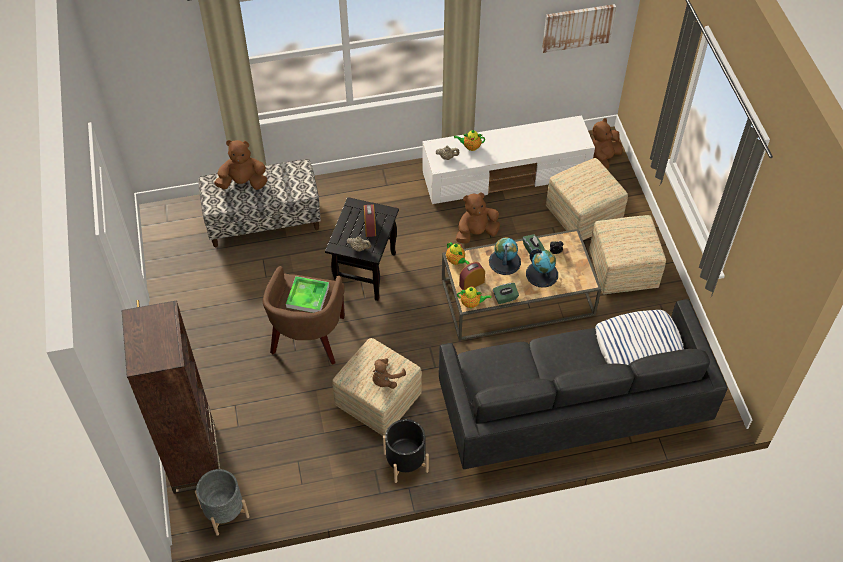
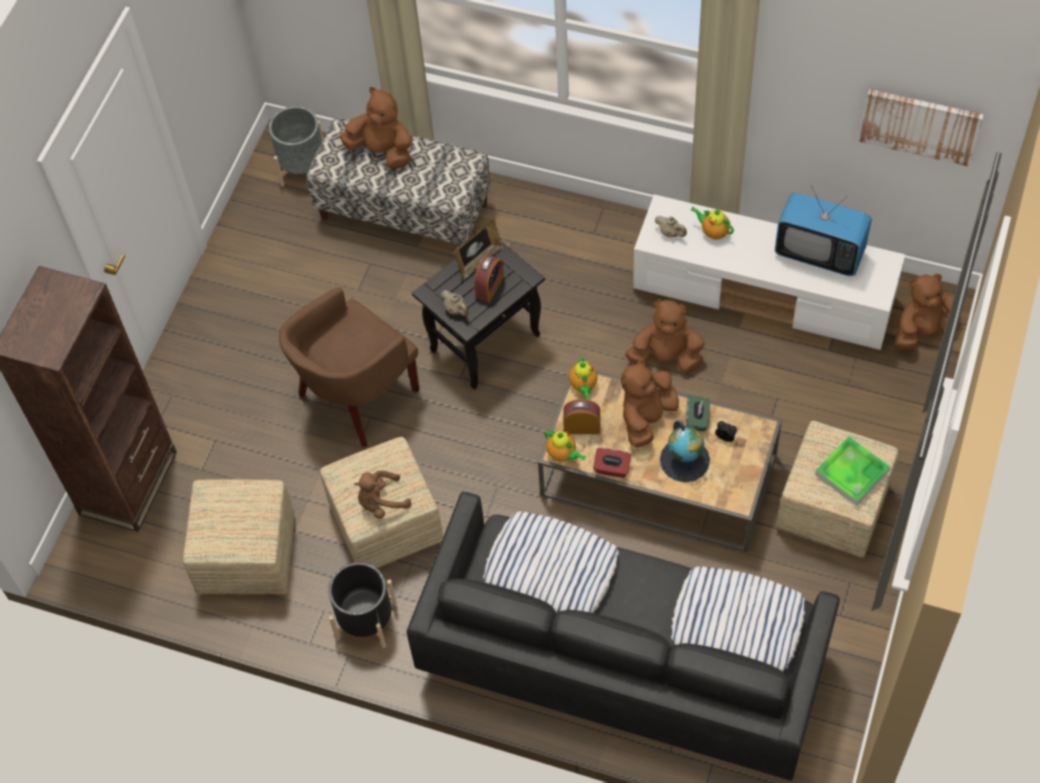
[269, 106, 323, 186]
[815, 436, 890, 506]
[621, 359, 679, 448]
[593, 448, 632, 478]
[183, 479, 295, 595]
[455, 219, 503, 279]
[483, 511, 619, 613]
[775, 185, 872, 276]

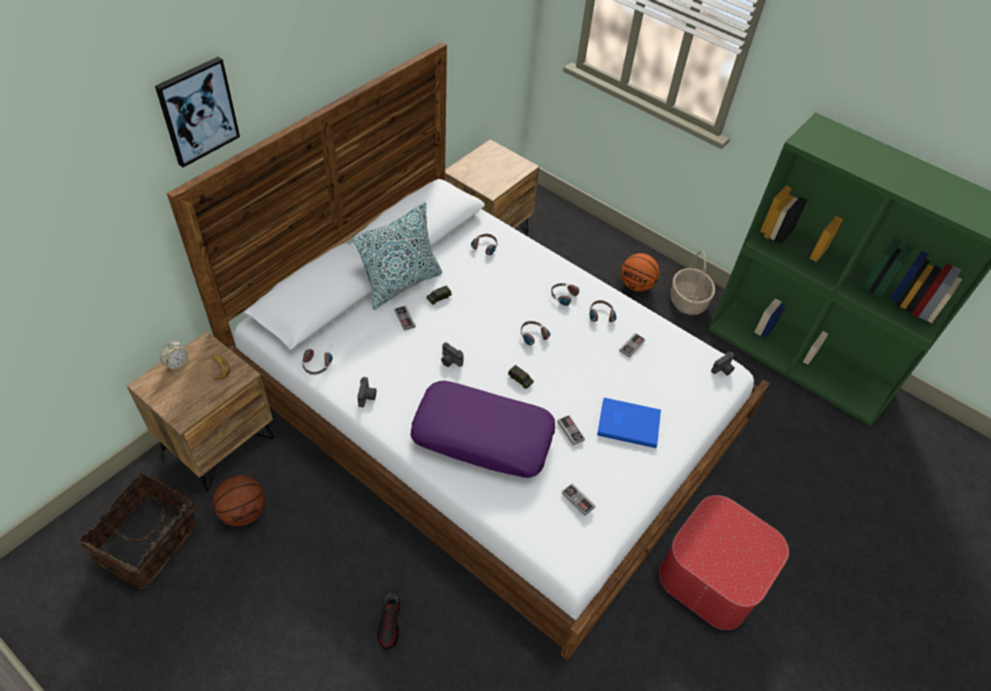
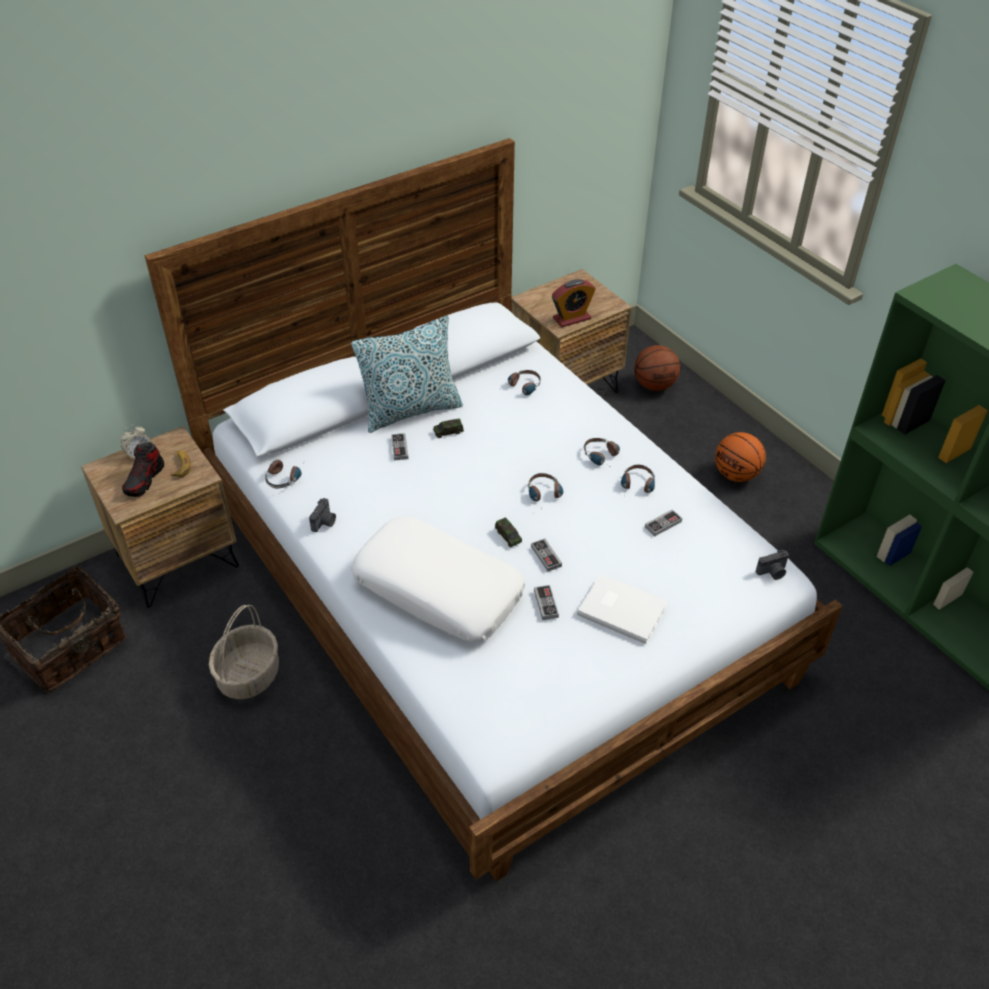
[155, 57, 240, 167] (first image)
[634, 345, 680, 391]
[122, 442, 164, 497]
[351, 516, 525, 642]
[441, 342, 464, 367] (first image)
[531, 538, 562, 571]
[577, 574, 668, 644]
[659, 495, 789, 630] (first image)
[209, 605, 279, 699]
[552, 279, 596, 327]

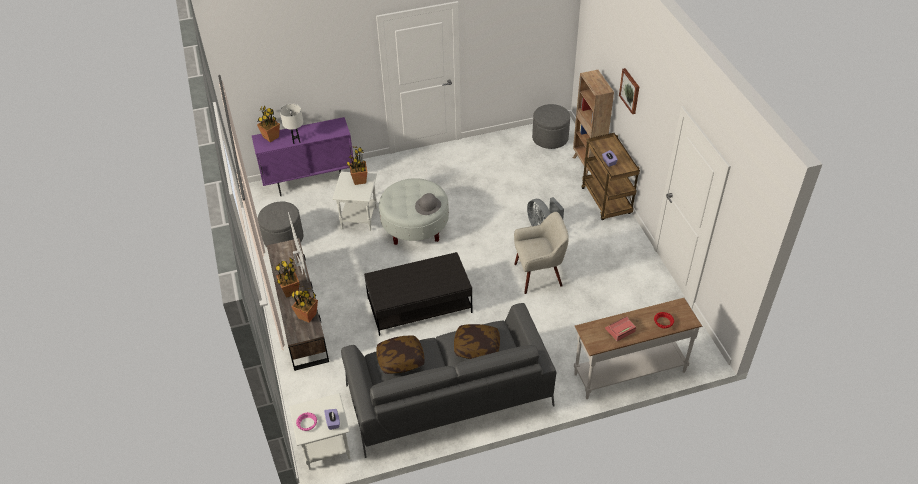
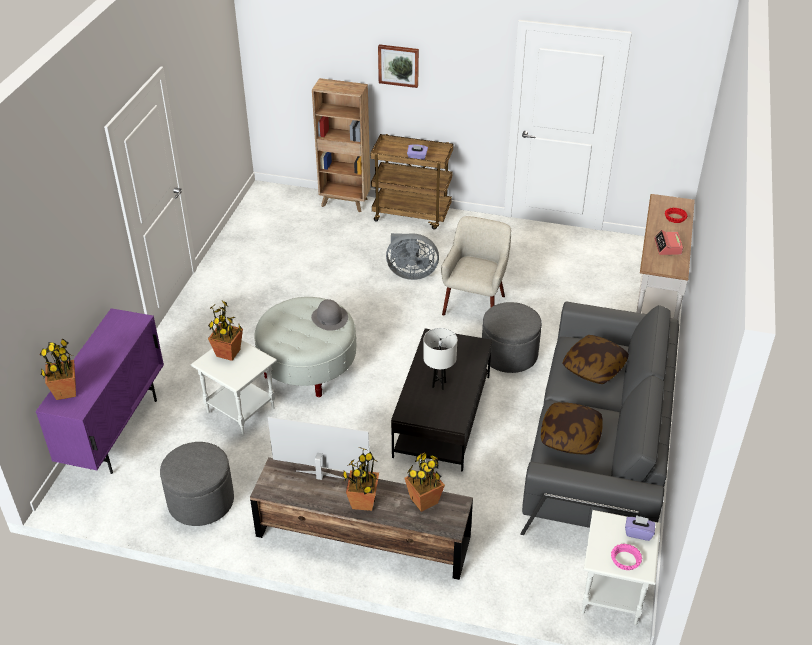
[423, 328, 457, 390]
[482, 302, 542, 373]

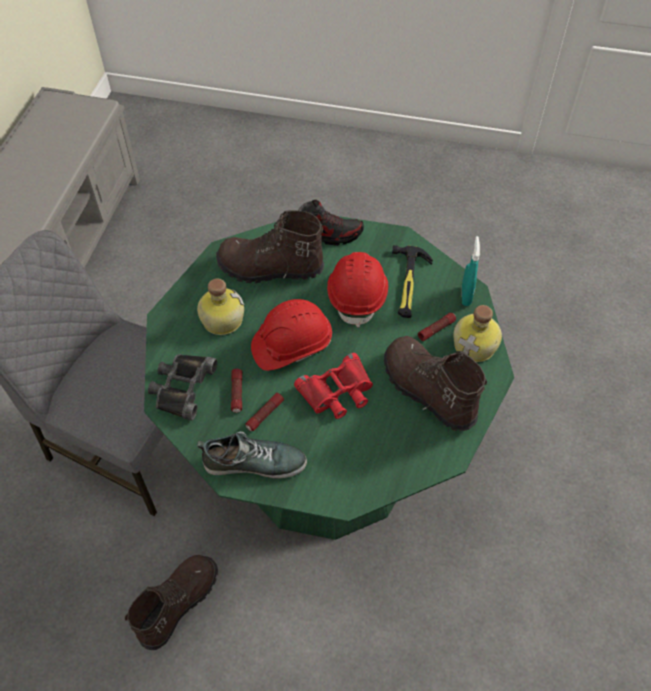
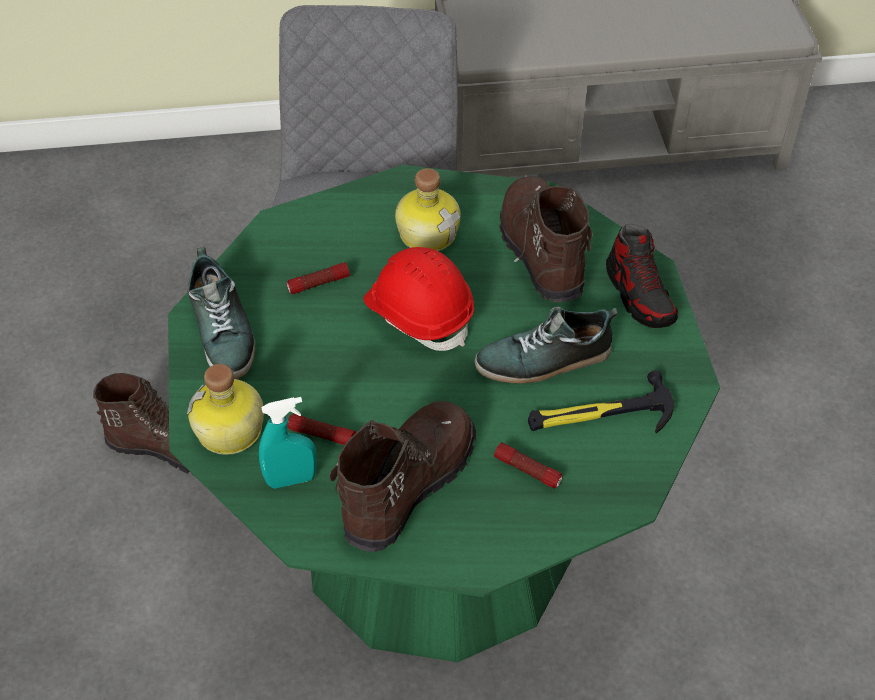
[148, 354, 217, 421] (first image)
[287, 414, 356, 445]
[294, 353, 373, 419] (first image)
[474, 307, 617, 384]
[187, 364, 264, 455]
[259, 397, 317, 489]

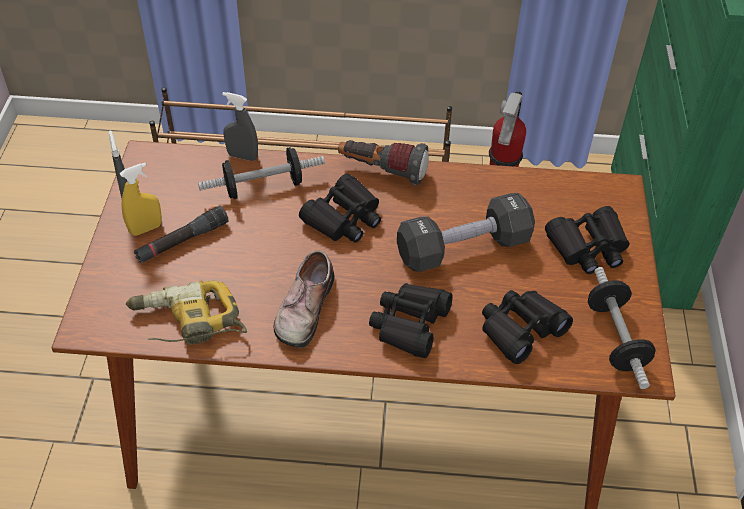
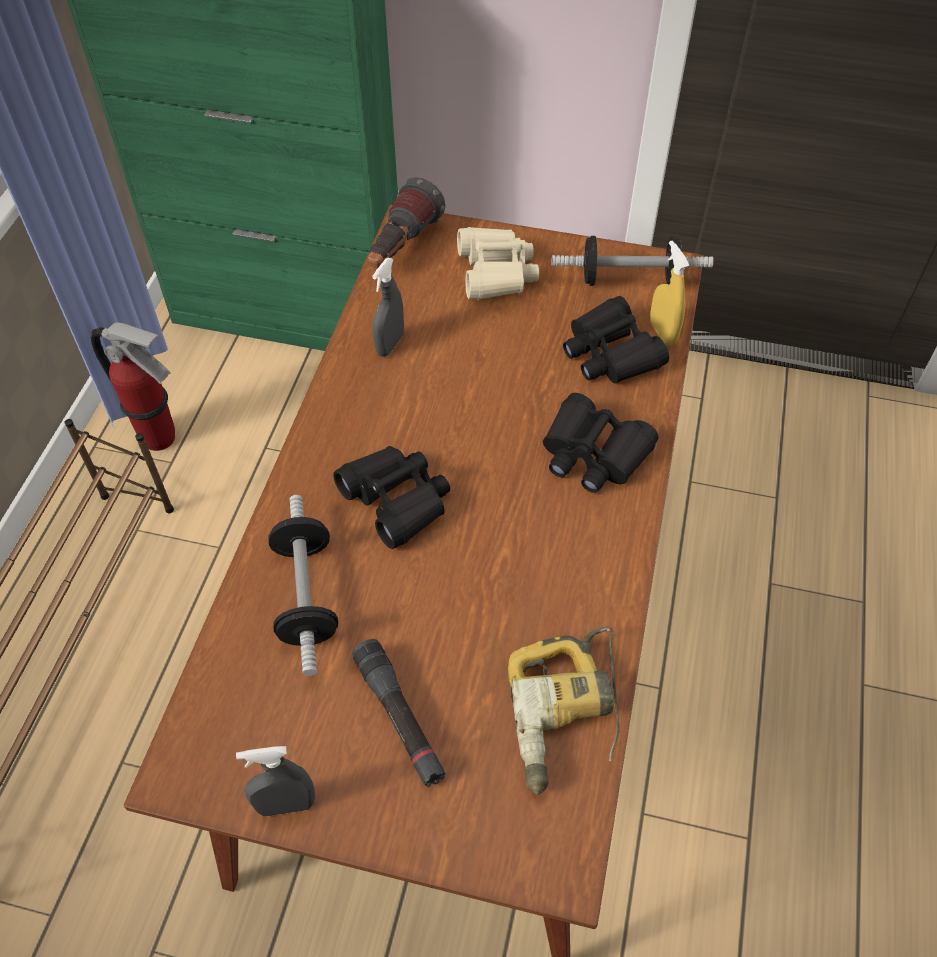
[650, 241, 689, 346]
[372, 258, 404, 357]
[274, 250, 335, 348] (first image)
[368, 177, 446, 268]
[397, 193, 535, 272] (first image)
[457, 227, 539, 300]

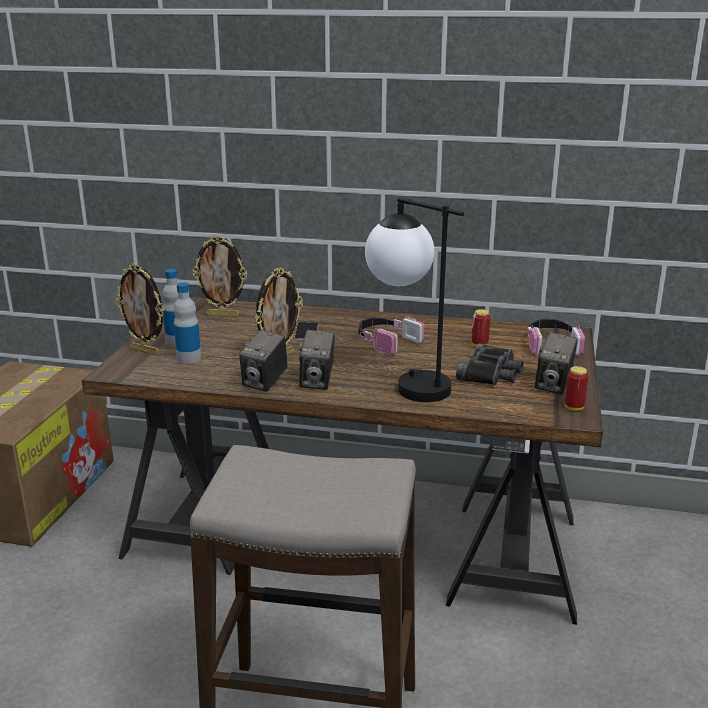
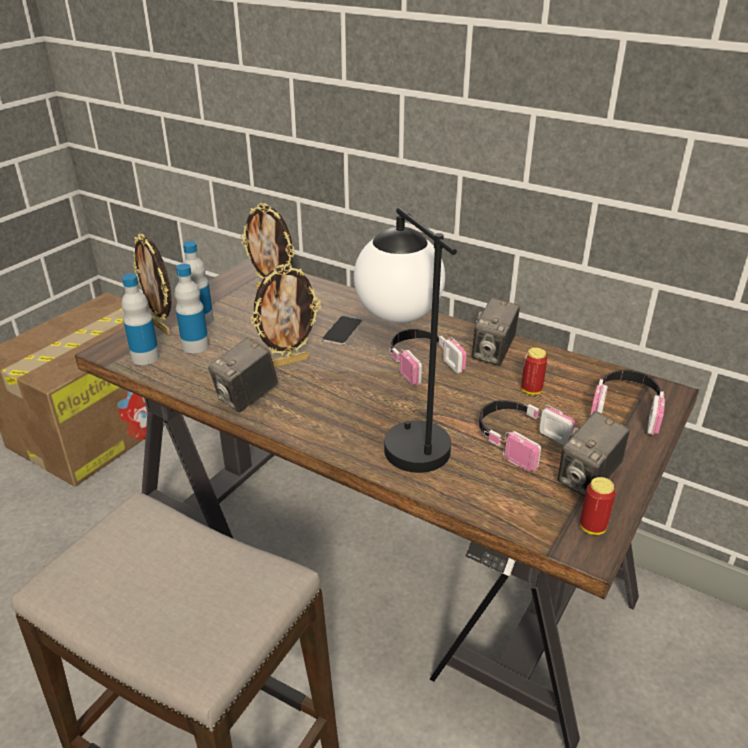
[472, 298, 520, 366]
[479, 400, 575, 471]
[121, 274, 160, 365]

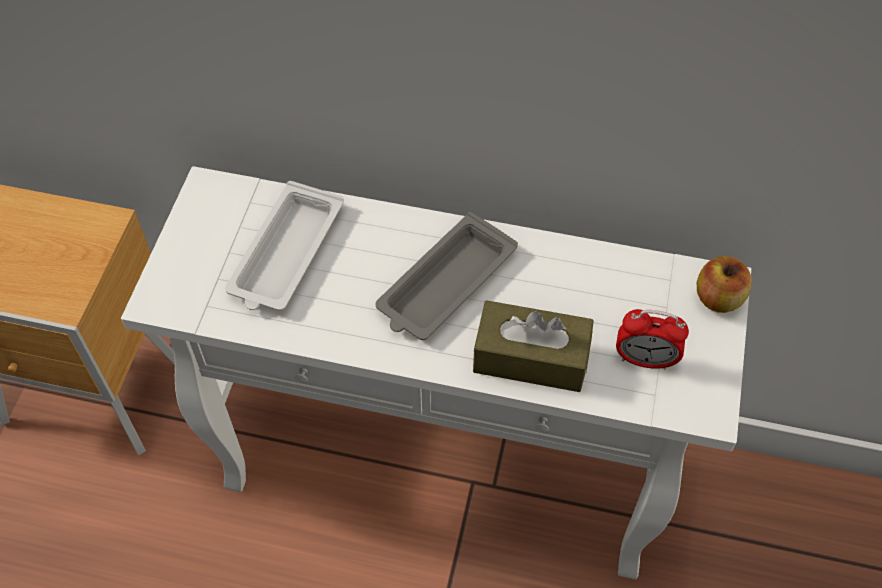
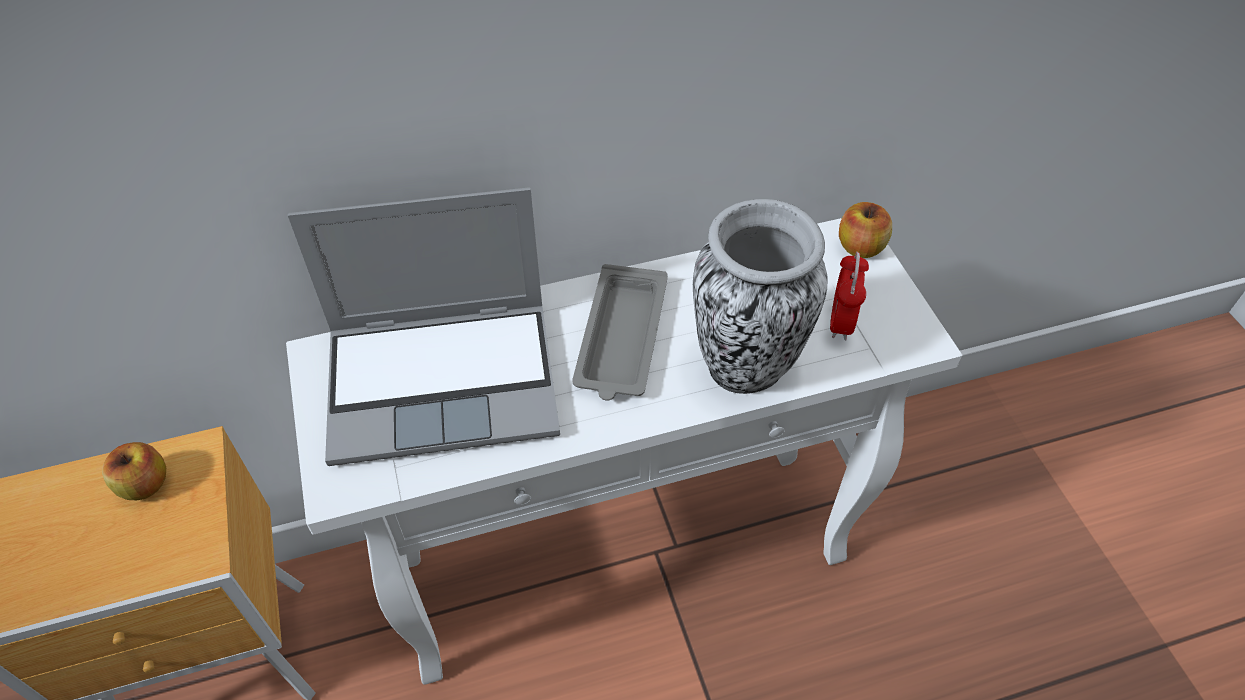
[288, 187, 560, 466]
[693, 199, 827, 394]
[830, 252, 869, 340]
[102, 442, 166, 500]

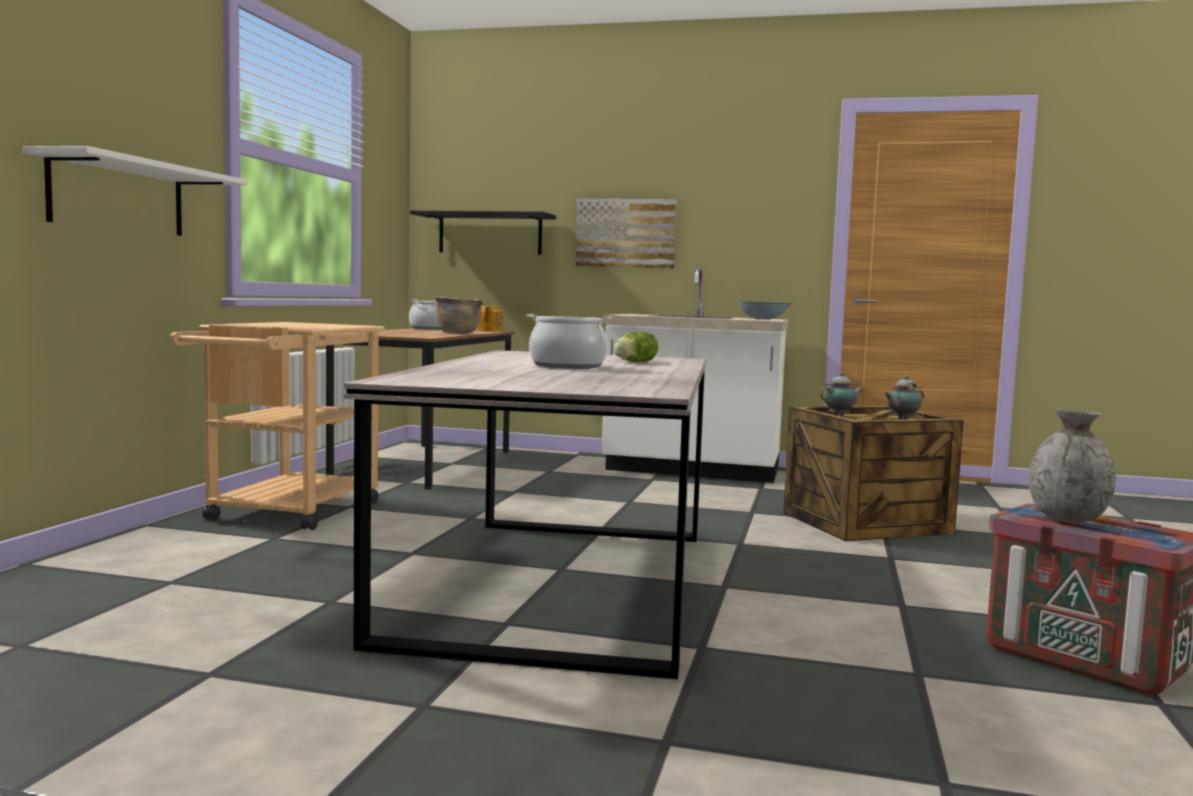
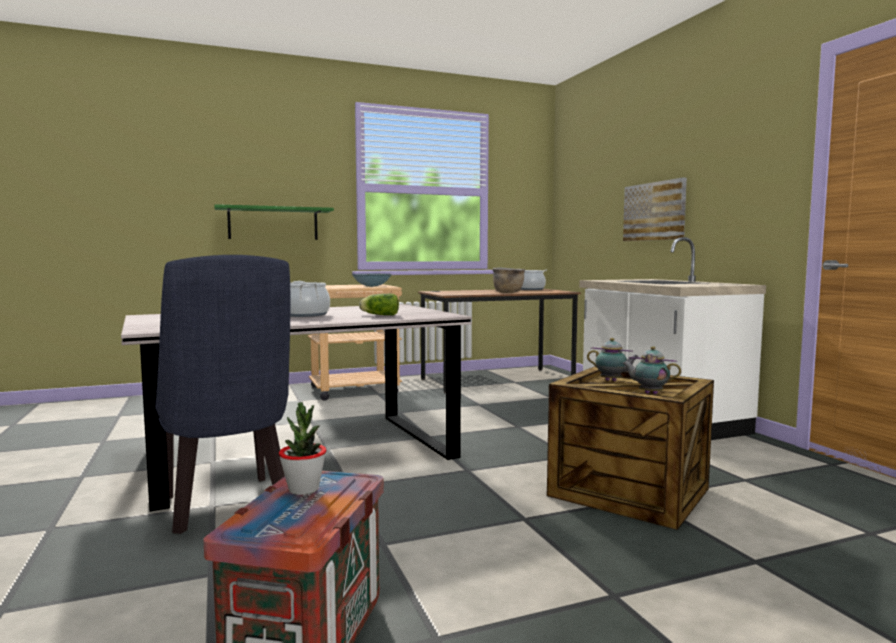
[214, 204, 334, 240]
[410, 210, 556, 255] (first image)
[475, 306, 503, 332] (first image)
[352, 274, 392, 287]
[279, 402, 327, 495]
[155, 255, 290, 534]

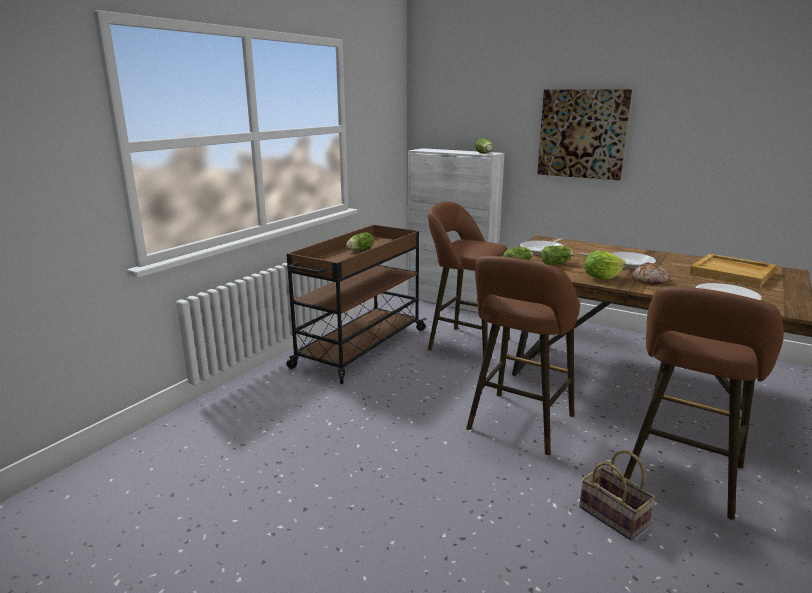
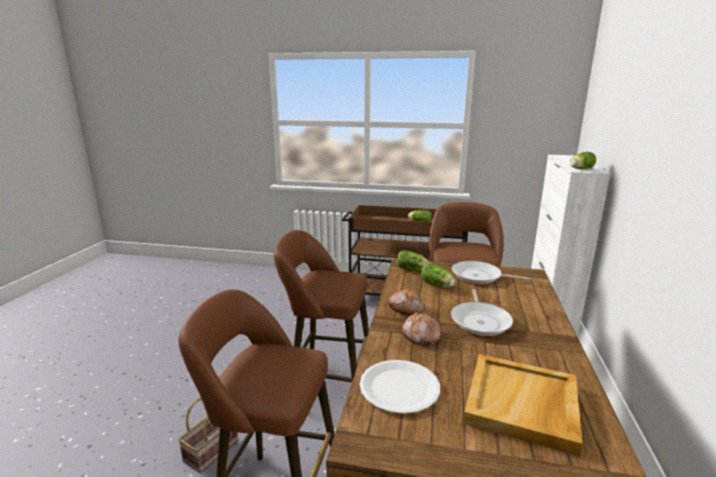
[537, 89, 632, 180] (first image)
[388, 290, 423, 315]

